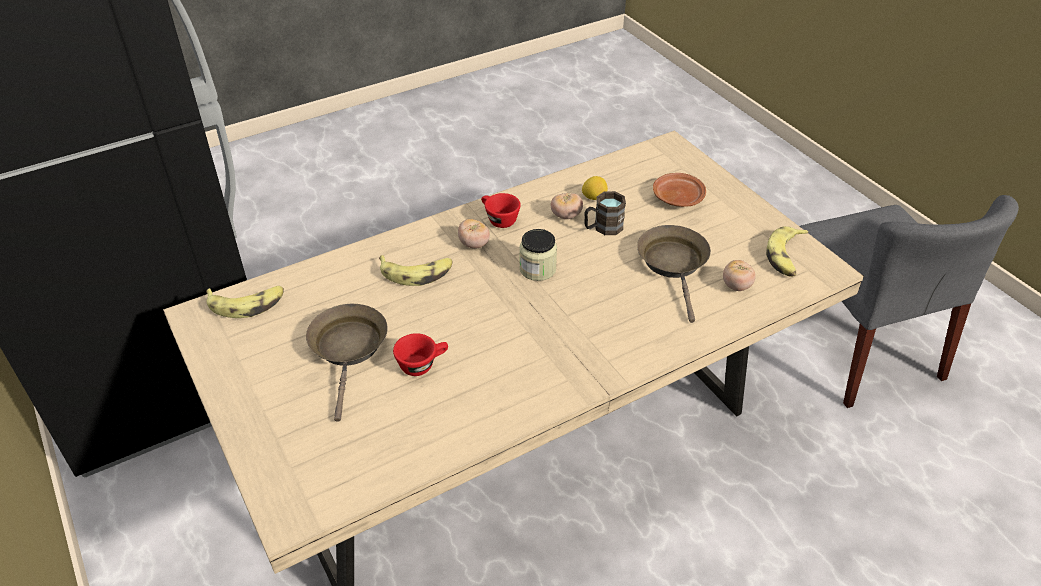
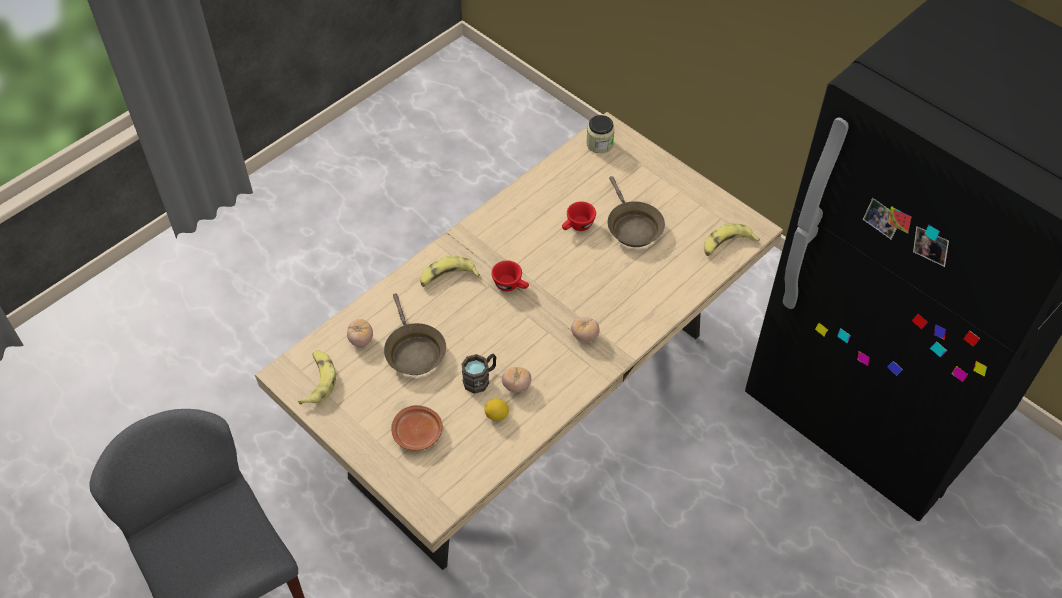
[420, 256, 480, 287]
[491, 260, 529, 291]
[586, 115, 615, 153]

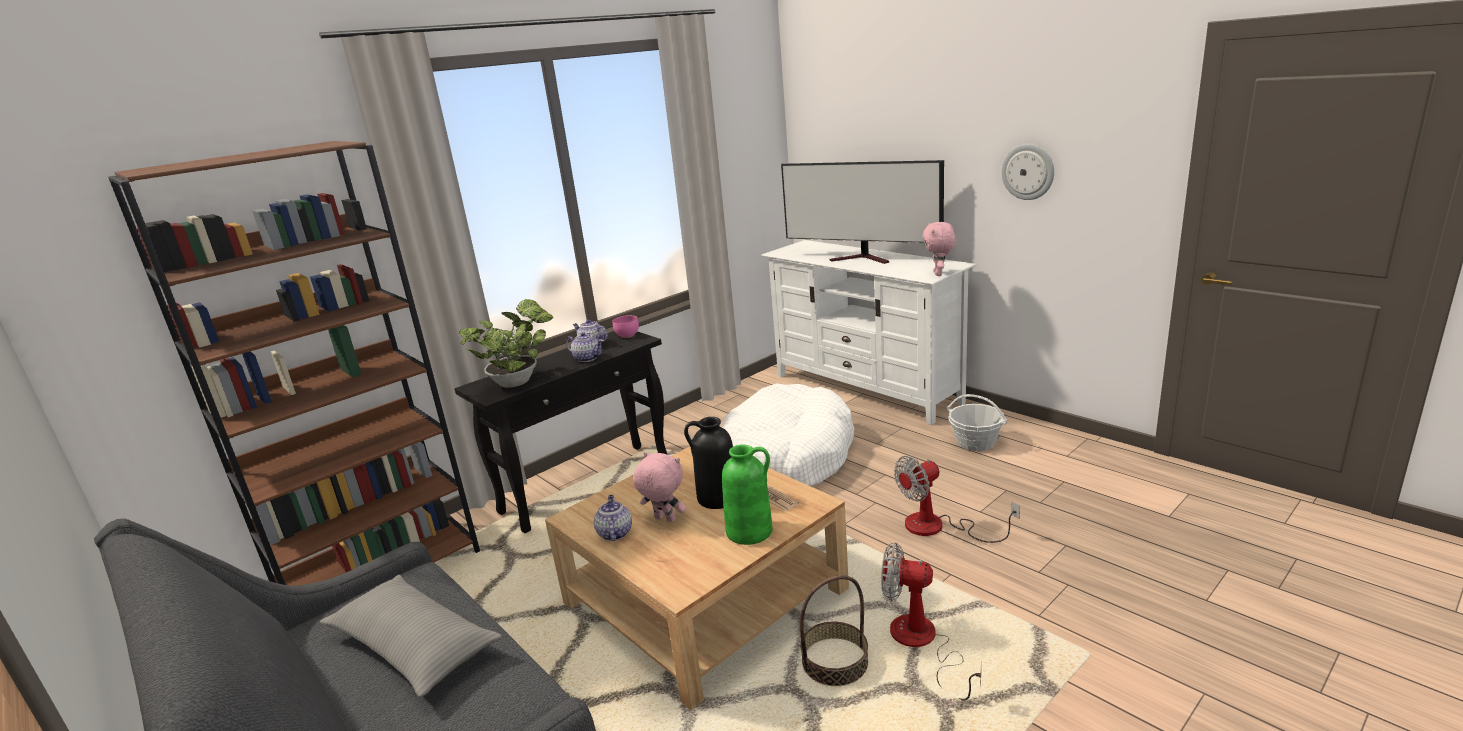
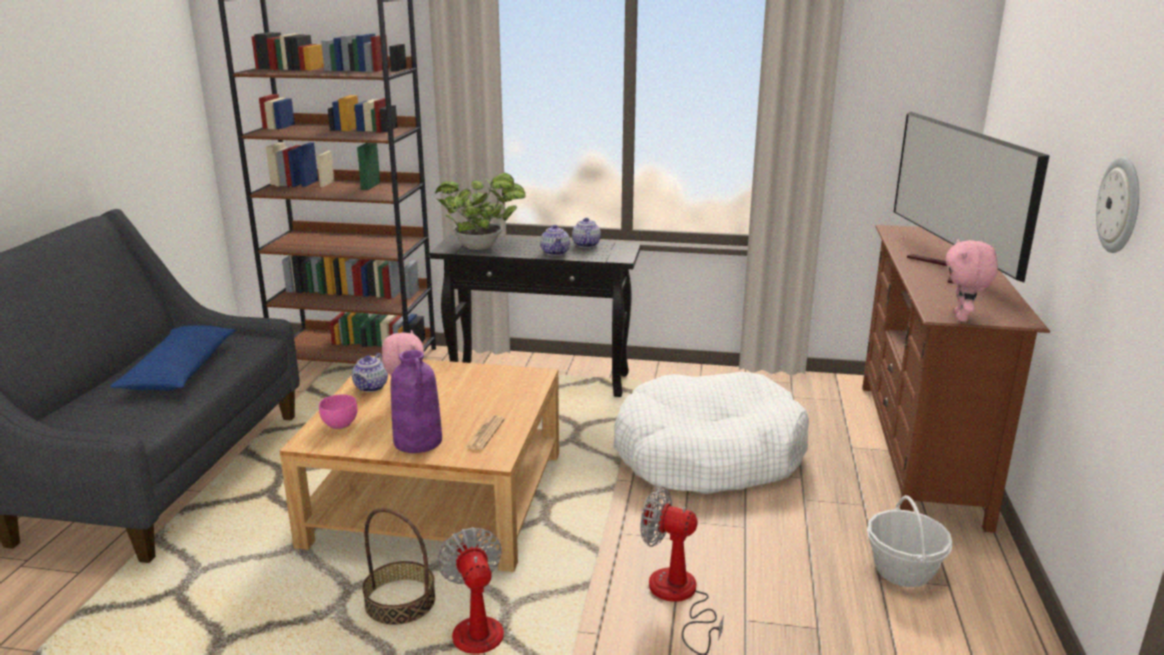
[110, 325, 235, 390]
[352, 353, 388, 392]
[319, 394, 357, 429]
[684, 417, 733, 509] (first image)
[391, 350, 442, 453]
[862, 225, 1050, 533]
[946, 239, 998, 322]

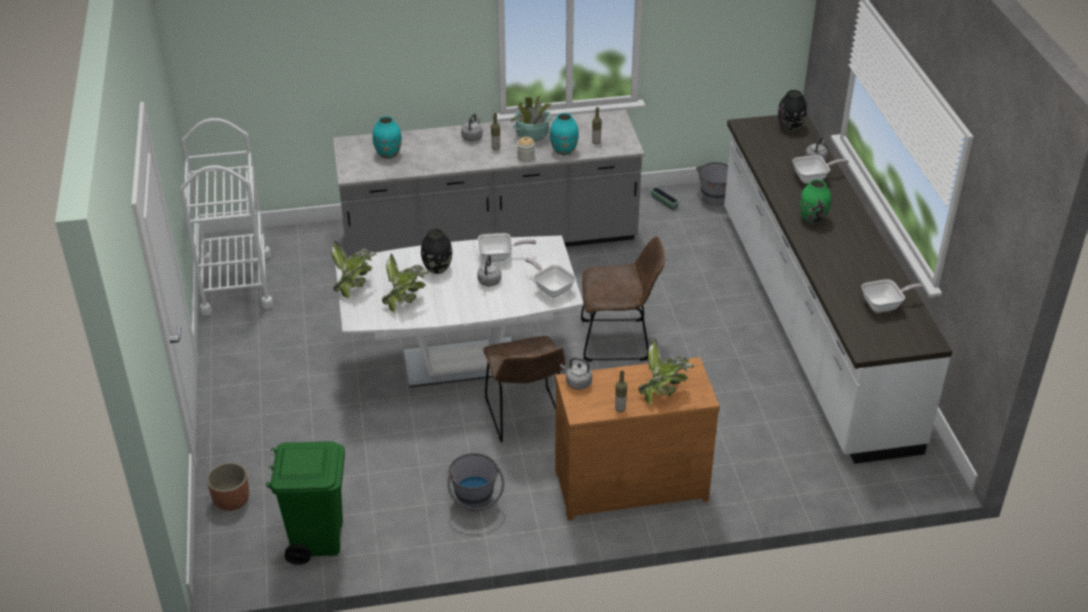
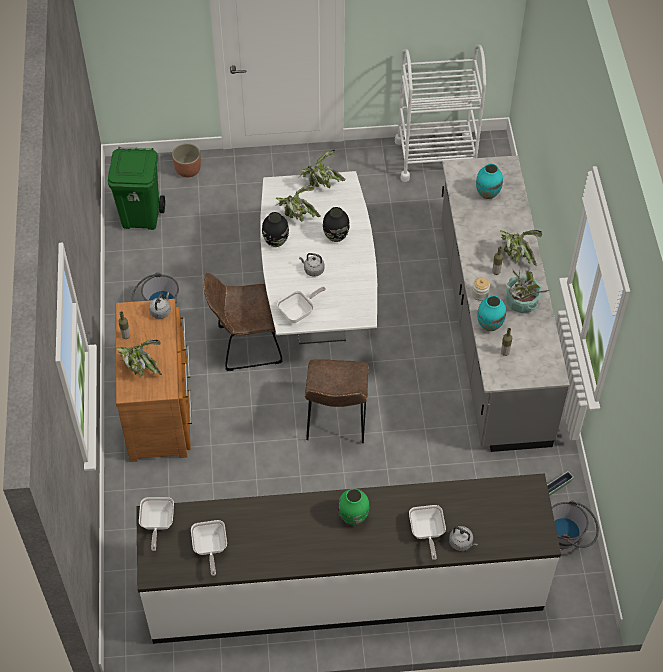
[500, 229, 542, 265]
[139, 497, 174, 551]
[262, 212, 289, 247]

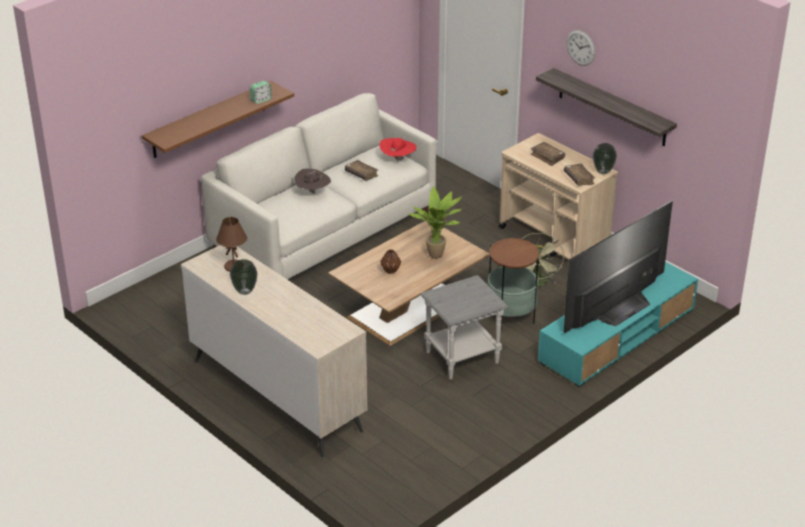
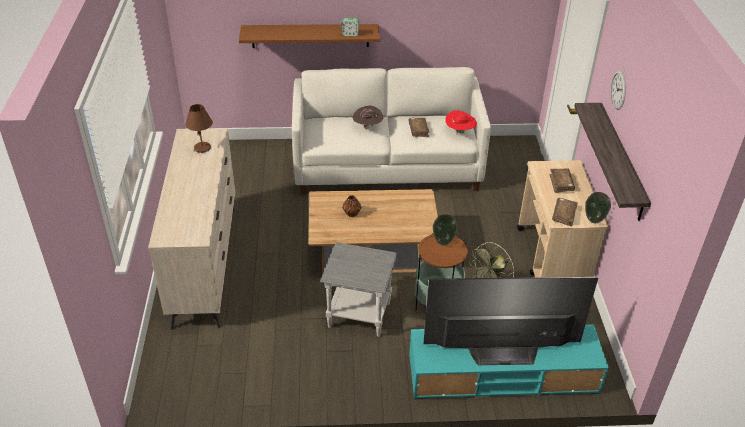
[433, 214, 458, 246]
[408, 186, 463, 259] (first image)

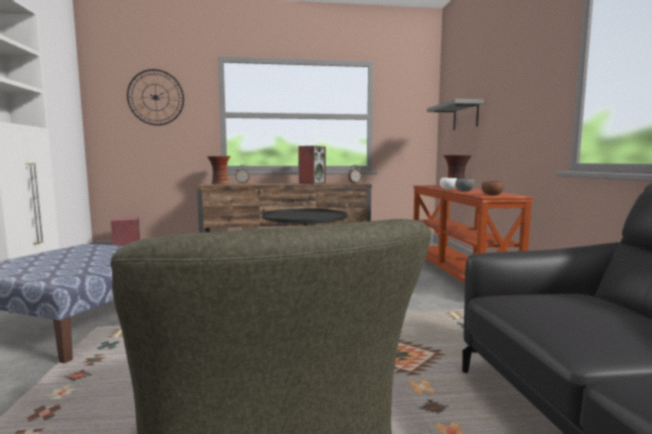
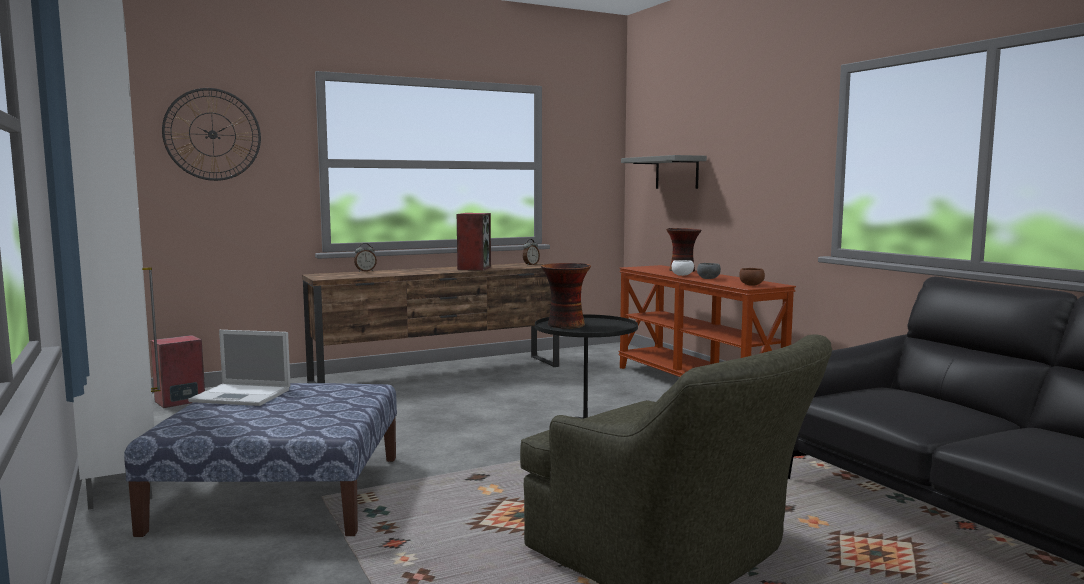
[541, 263, 591, 329]
[188, 330, 291, 406]

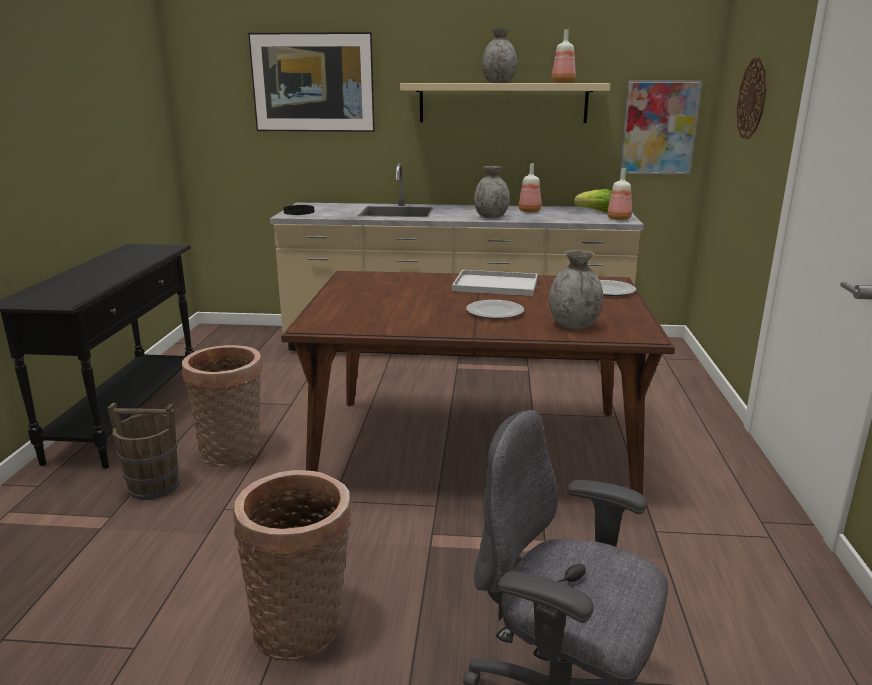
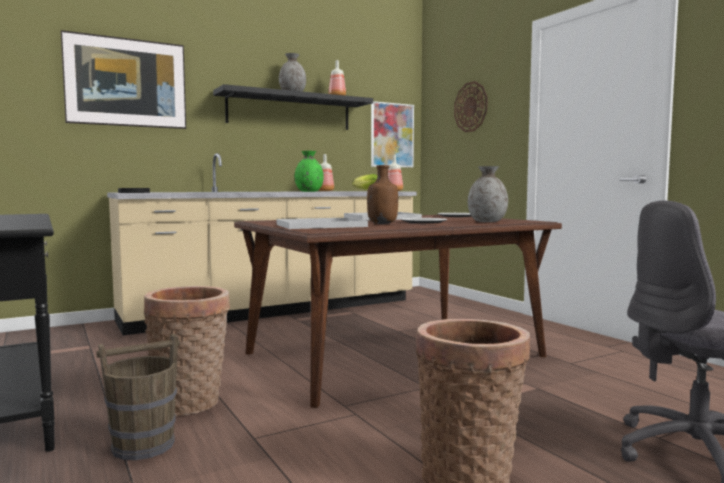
[213, 84, 373, 130]
[295, 151, 324, 192]
[277, 218, 368, 229]
[367, 165, 398, 224]

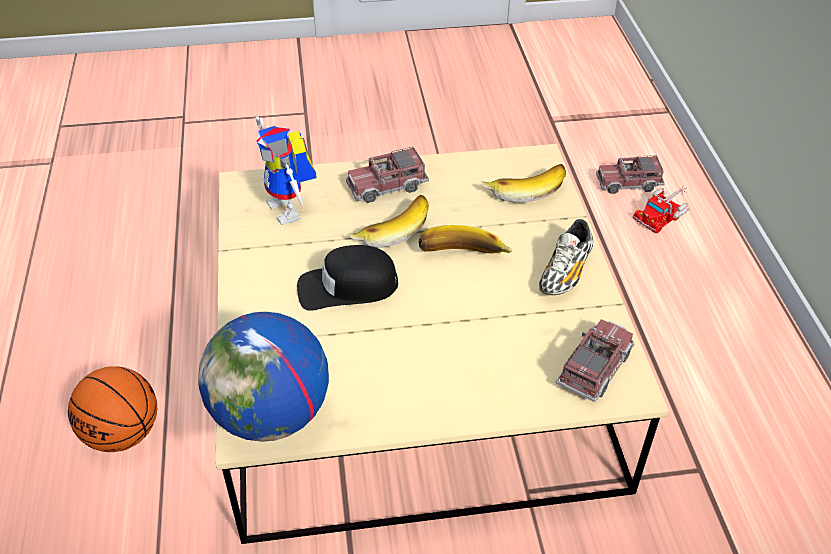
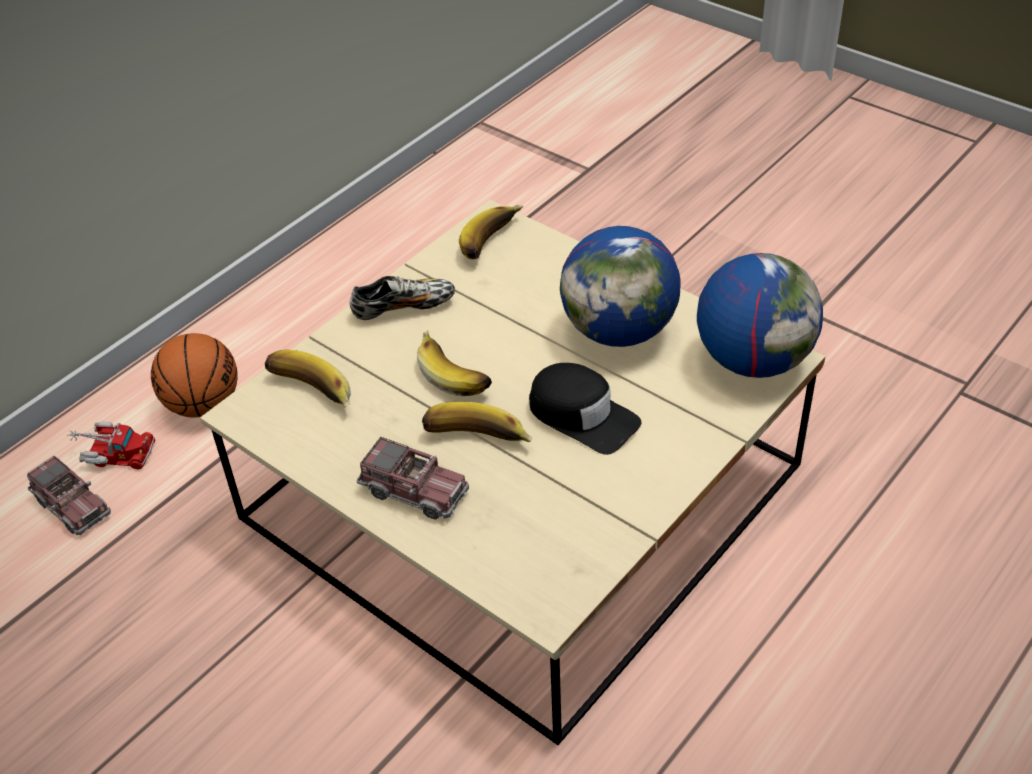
[151, 333, 238, 418]
[256, 116, 317, 225] (first image)
[459, 205, 523, 259]
[560, 226, 680, 347]

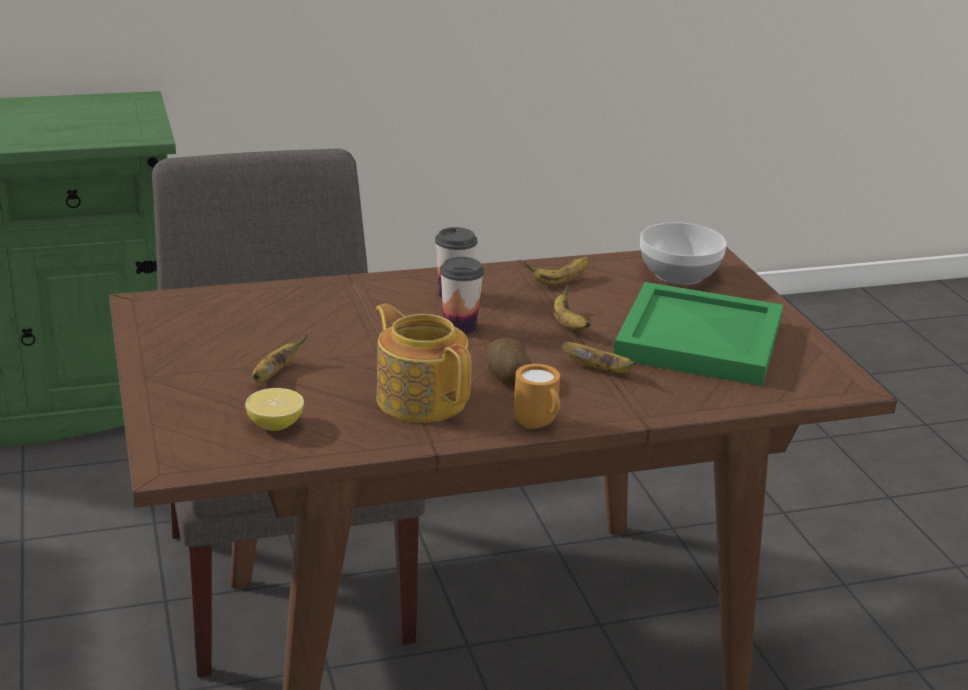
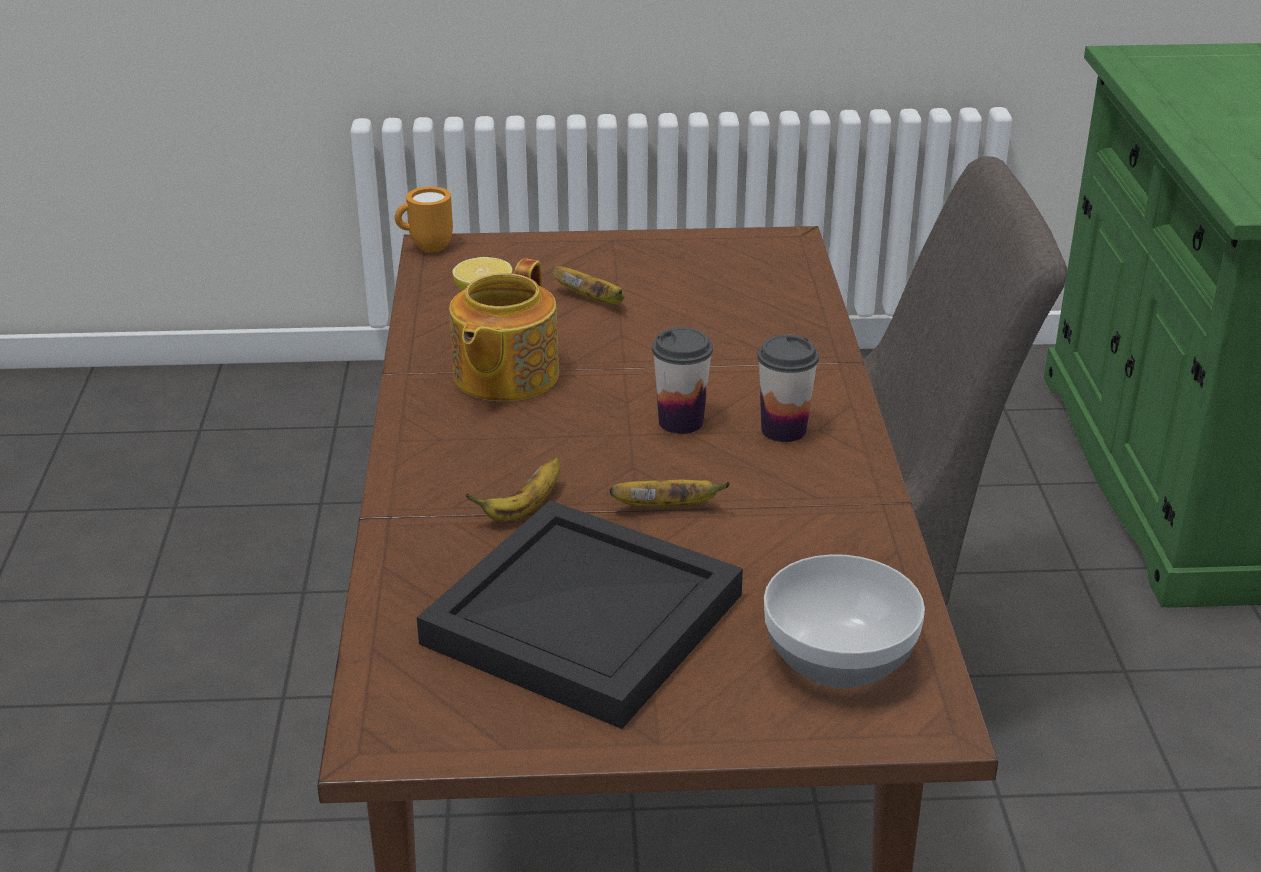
[449, 258, 559, 401]
[487, 338, 532, 386] (first image)
[395, 187, 453, 252]
[523, 256, 589, 286] (first image)
[417, 500, 743, 729]

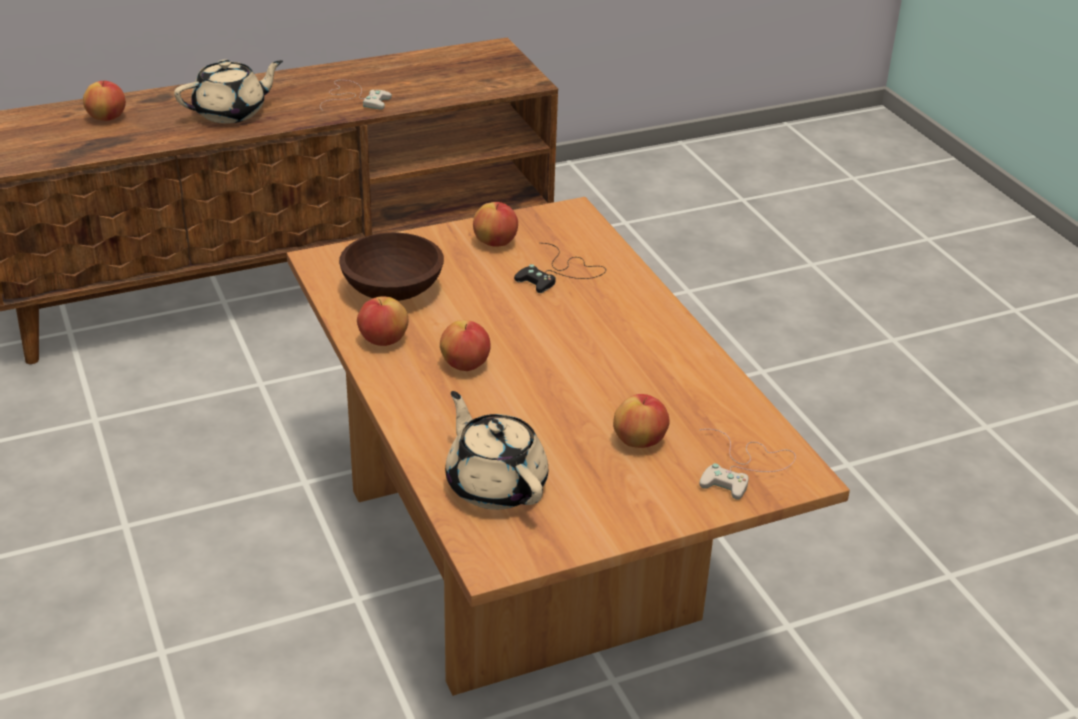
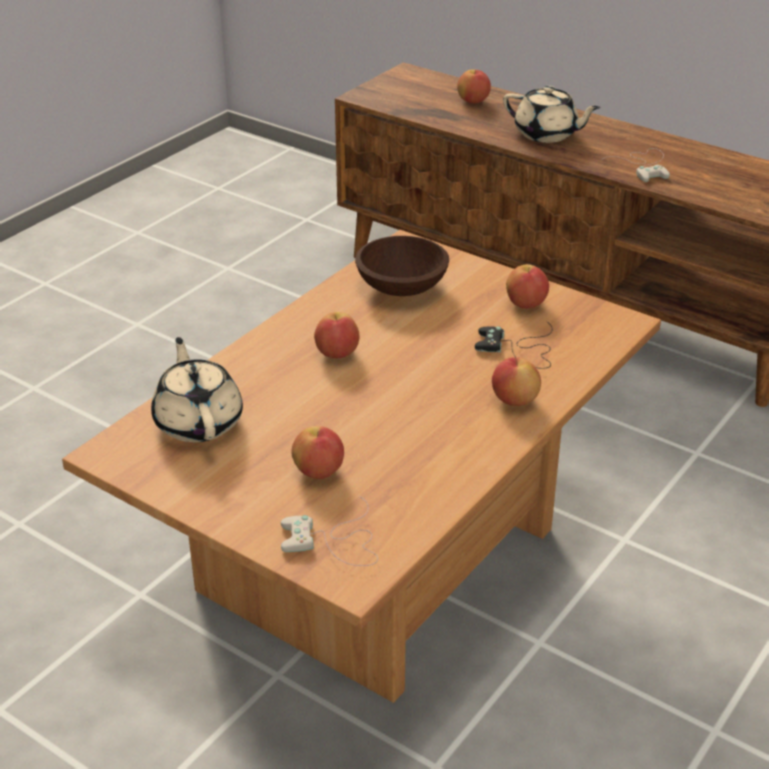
[492, 357, 541, 406]
[151, 337, 243, 442]

